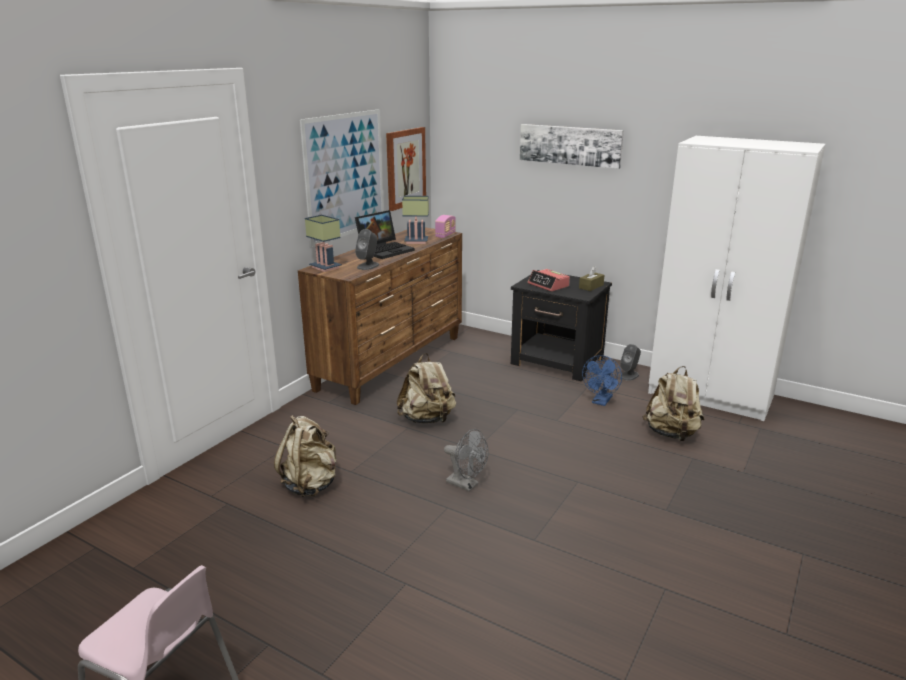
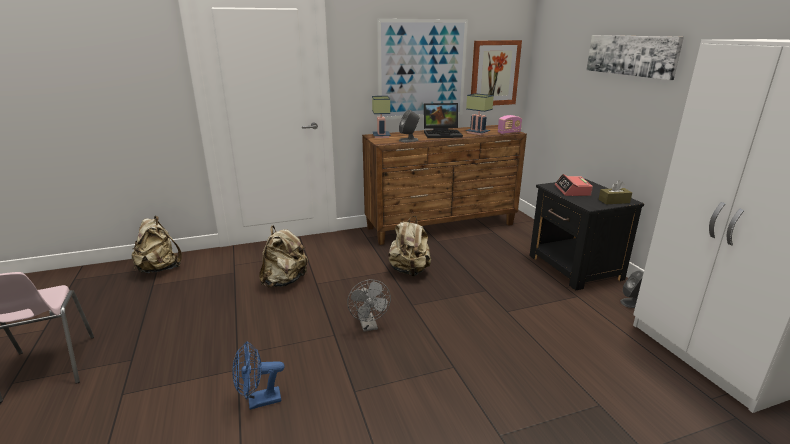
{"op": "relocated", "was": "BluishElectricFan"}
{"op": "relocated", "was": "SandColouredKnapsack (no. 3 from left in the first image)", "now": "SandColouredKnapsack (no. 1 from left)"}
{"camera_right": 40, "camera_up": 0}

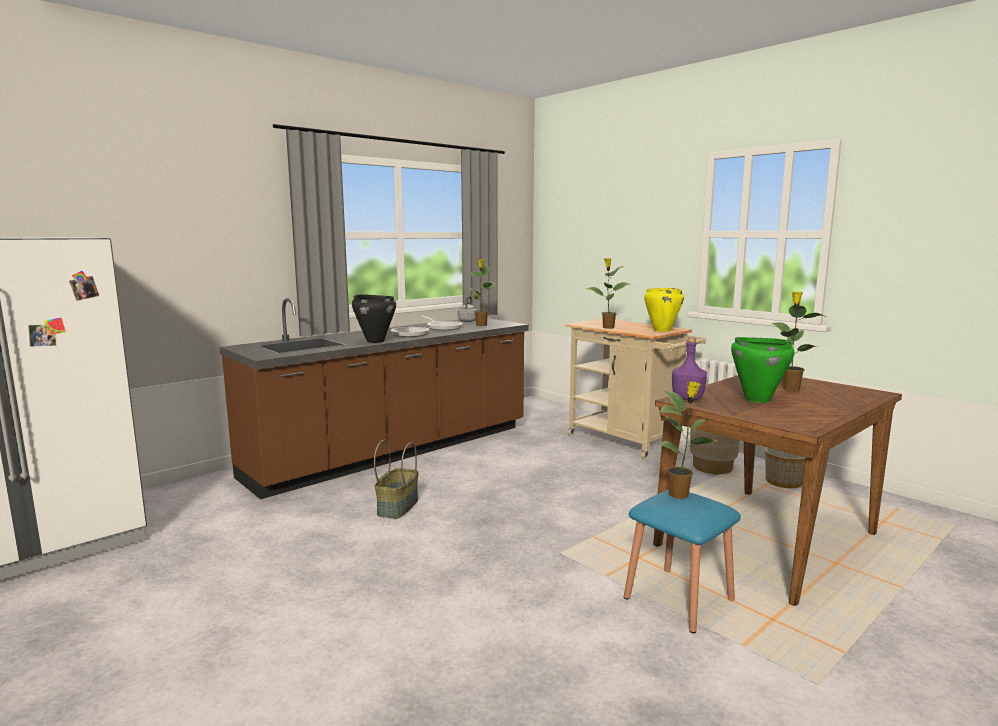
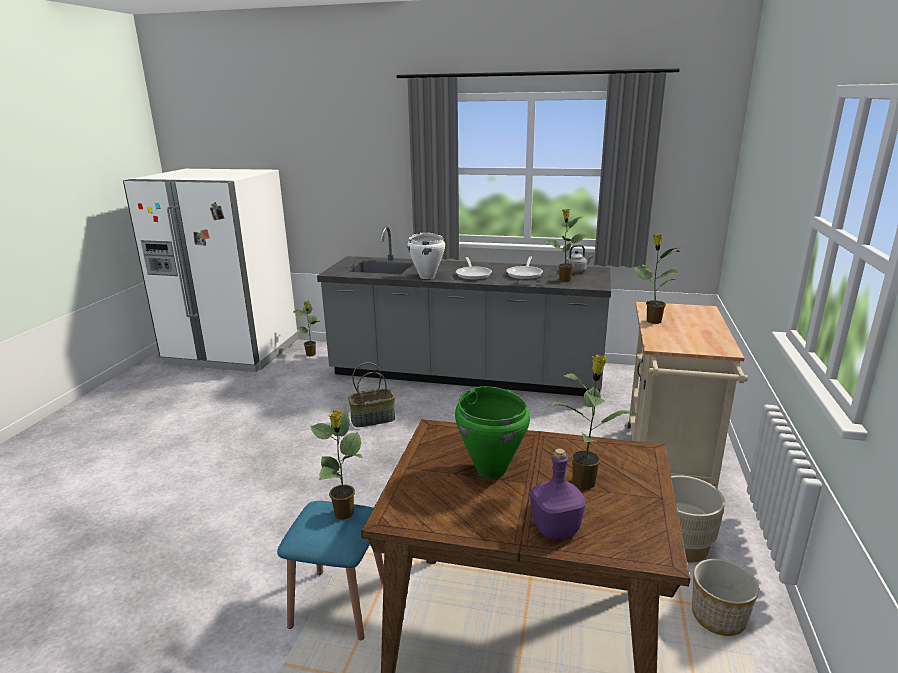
{"op": "colour", "was": "BrownKitchenBaseUnit", "now": "GrayKitchenBaseUnit"}
{"op": "colour", "was": "BlackColouredCookingPot", "now": "WhiteColouredCookingPot"}
{"op": "missing", "was": "YellowColouredCookingPot"}
{"op": "relocated", "was": "PurpleBottle"}
{"op": "appeared", "now": "PottedPlant (no. 1 from left)"}
{"camera_right": 55, "camera_up": 10}

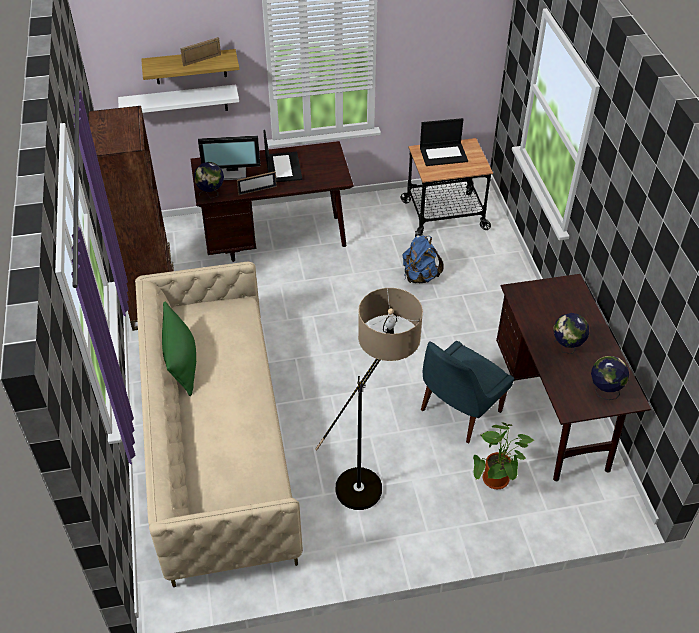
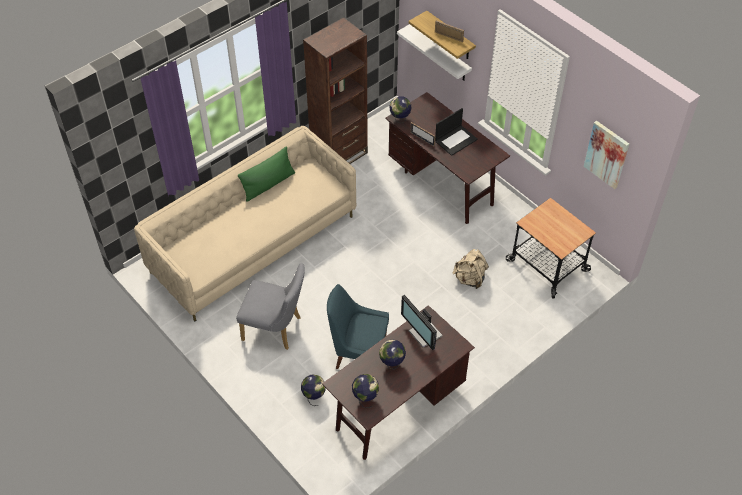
{"op": "relocated", "was": "ComputerScreen"}
{"op": "exchanged", "was": "StandingLamp", "now": "GrayPlainChair"}
{"op": "colour", "was": "BluishKnapsack", "now": "SandColouredKnapsack"}
{"op": "missing", "was": "Laptop (no. 2 from left)"}
{"op": "exchanged", "was": "PottedPlant", "now": "DeskGlobe (no. 1 from left)"}
{"op": "appeared", "now": "WallArt"}
{"camera_right": 60, "camera_up": 5}

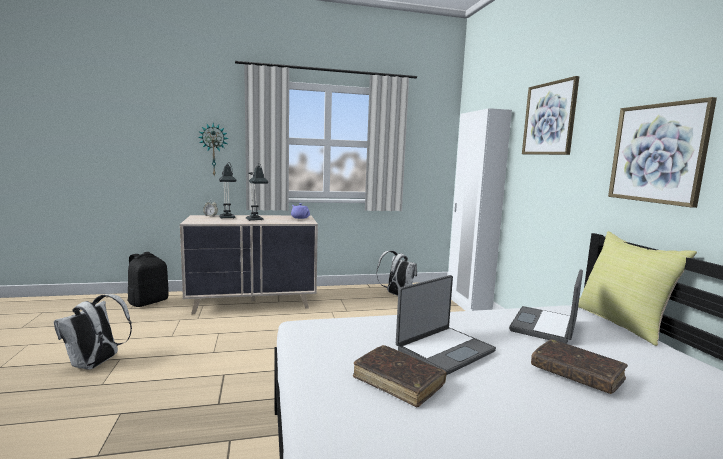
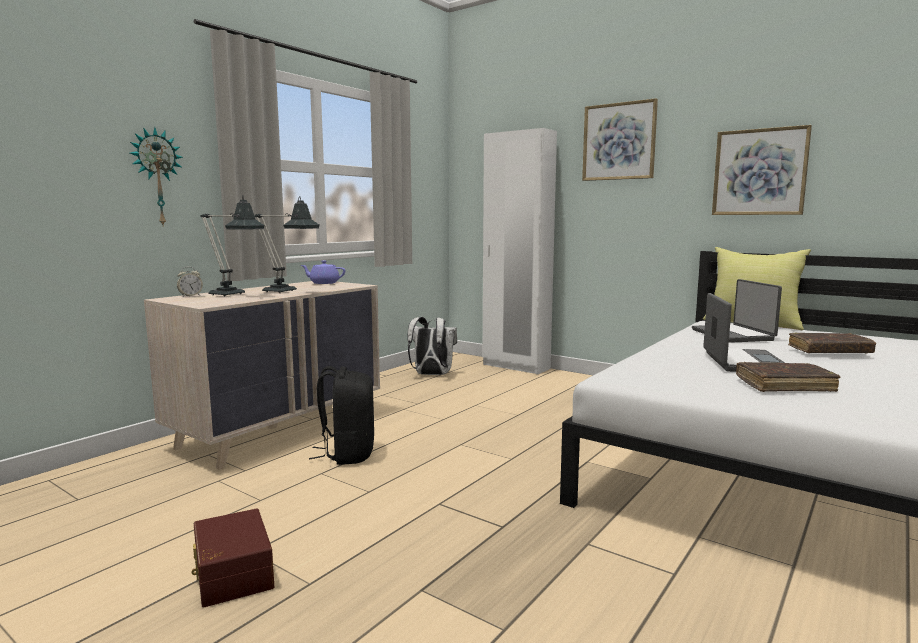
{"op": "exchanged", "was": "WhiteColouredKnapsack (no. 1 from left)", "now": "BrownStorageBin"}
{"op": "relocated", "was": "BlackColouredKnapsack"}
{"camera_right": -40, "camera_up": 0}

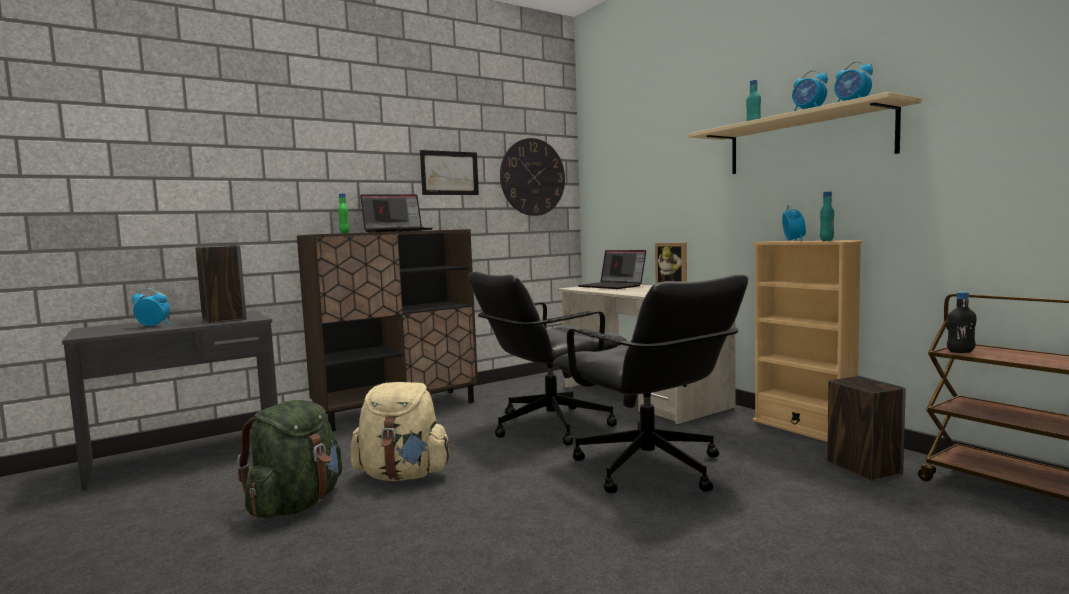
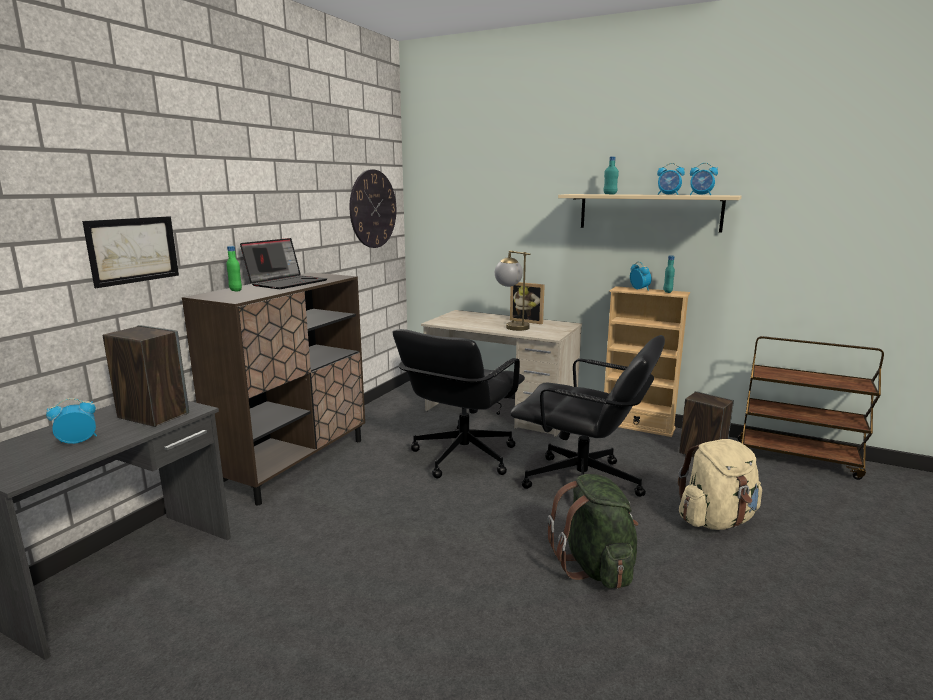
{"op": "relocated", "was": "GreenishKnapsack"}
{"op": "relocated", "was": "SandColouredKnapsack"}
{"op": "relocated", "was": "WallArt"}
{"op": "missing", "was": "Laptop (no. 2 from left)"}
{"op": "missing", "was": "BlackColouredBottle"}
{"op": "appeared", "now": "TableLamp"}
{"camera_right": -30, "camera_up": 10}

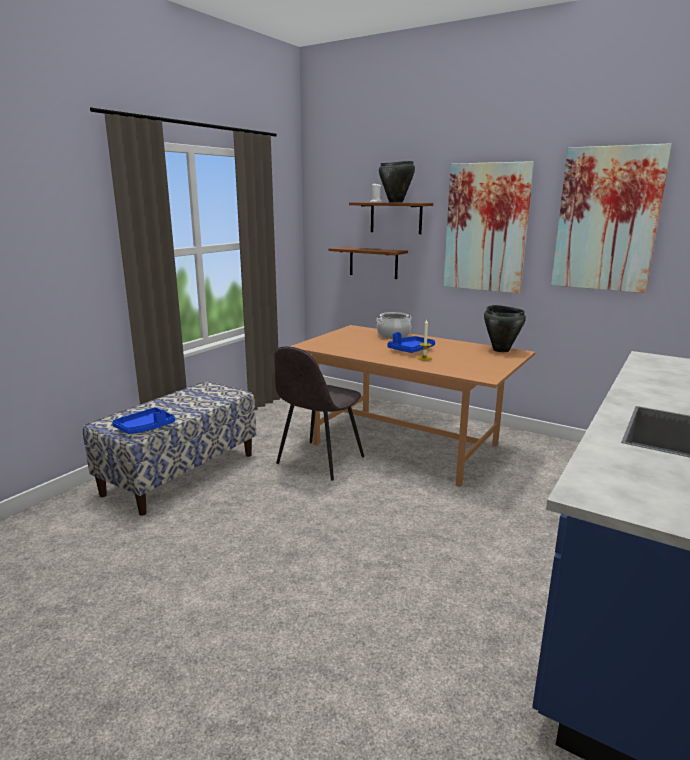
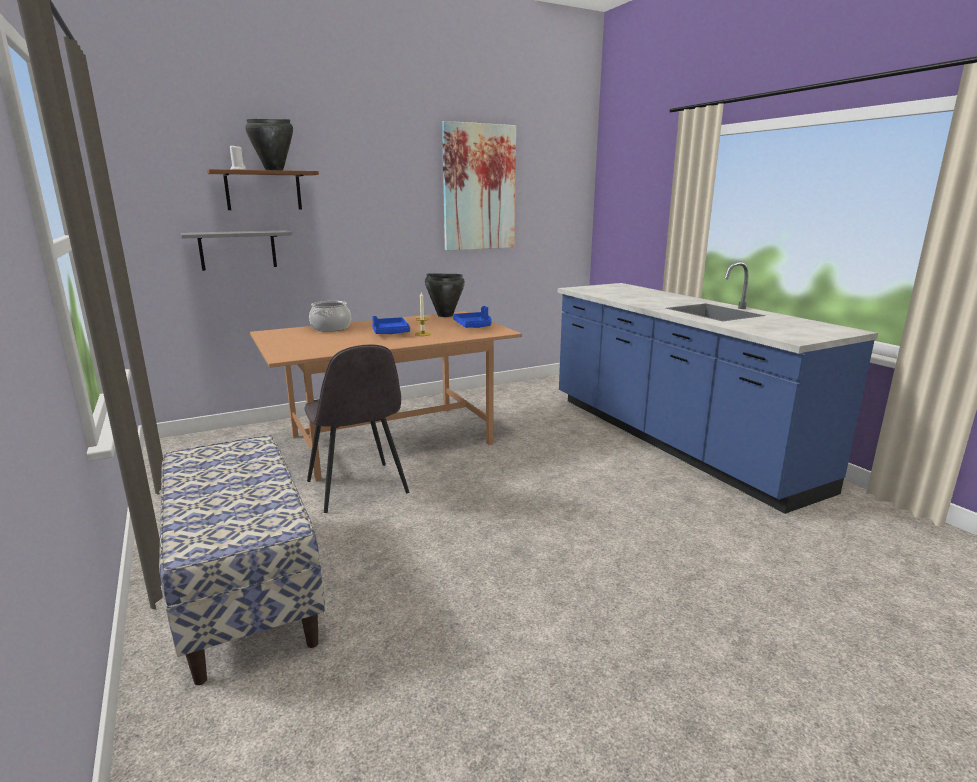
{"op": "relocated", "was": "BluishServingTray (no. 1 from left in the first image)", "now": "BluishServingTray (no. 2 from left)"}
{"op": "colour", "was": "BrownBracketShelf (no. 1 from left)", "now": "GrayBracketShelf"}
{"op": "missing", "was": "WallArt (no. 1 from left)"}
{"camera_right": -60, "camera_up": 0}

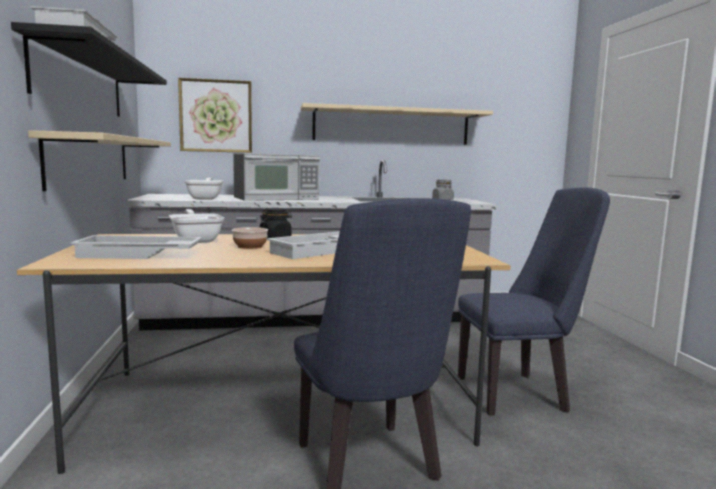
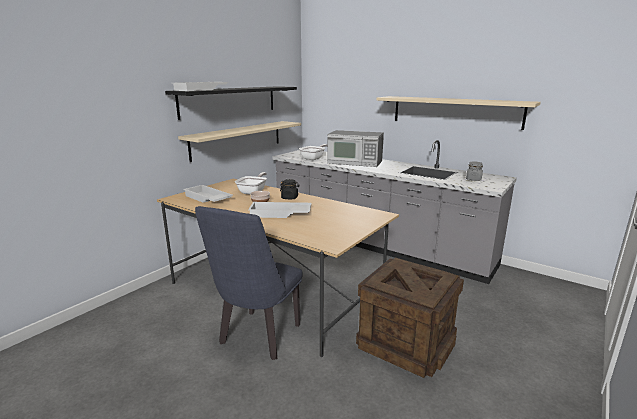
{"op": "missing", "was": "WallArt"}
{"op": "exchanged", "was": "BluishPlainChair (no. 2 from left)", "now": "Crate"}
{"camera_right": 45, "camera_up": 10}

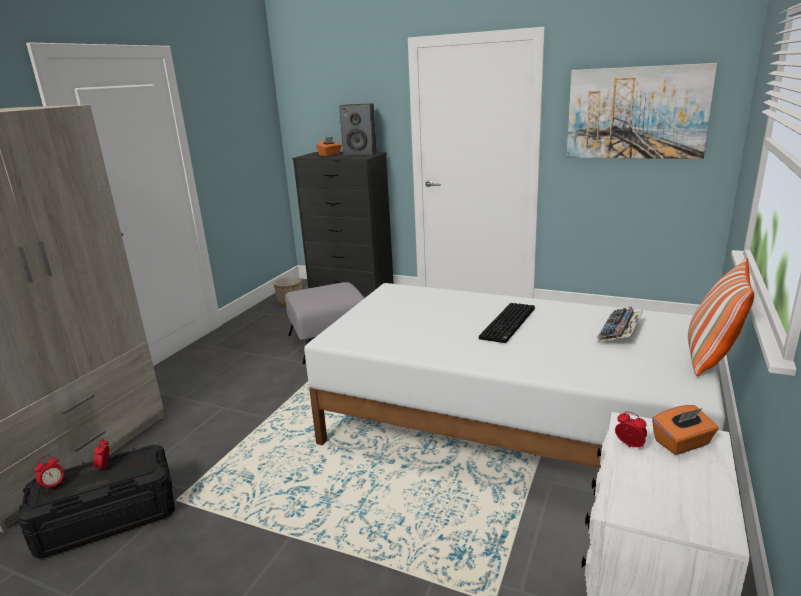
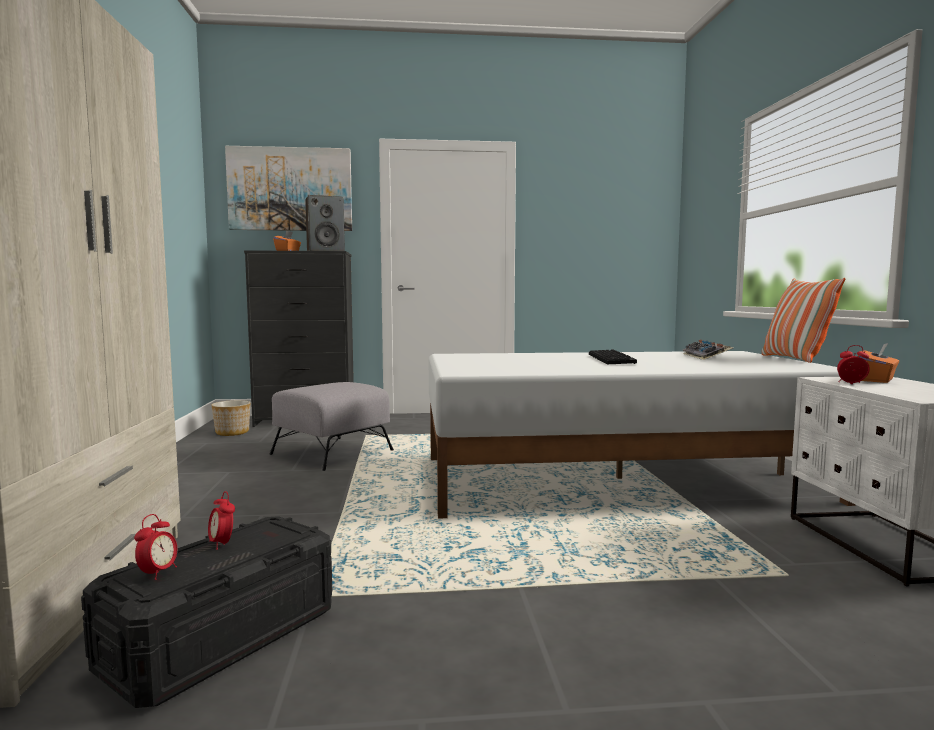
{"op": "relocated", "was": "WallArt"}
{"camera_right": -30, "camera_up": -15}

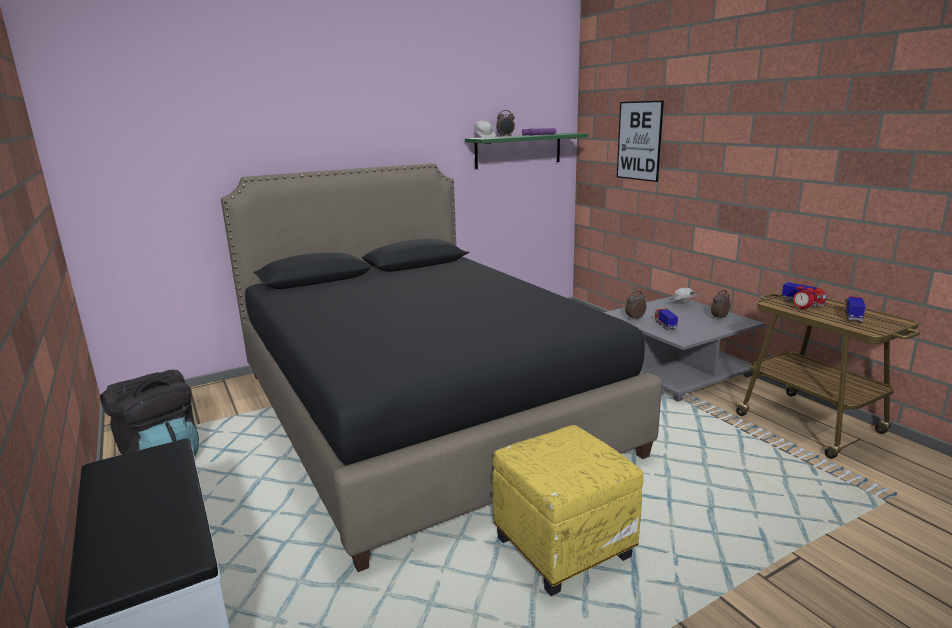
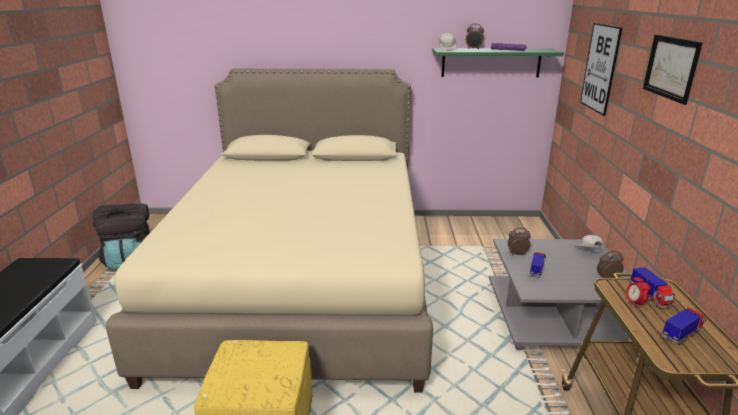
{"op": "colour", "was": "BlackColouredBed", "now": "SandColouredBed"}
{"op": "appeared", "now": "WallArt (no. 2 from left)"}
{"camera_right": 30, "camera_up": 5}

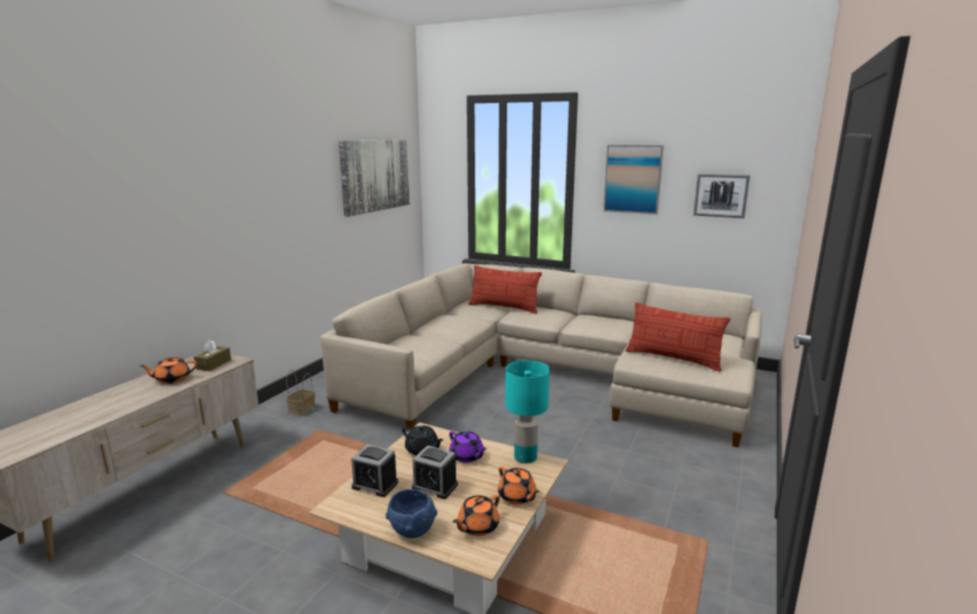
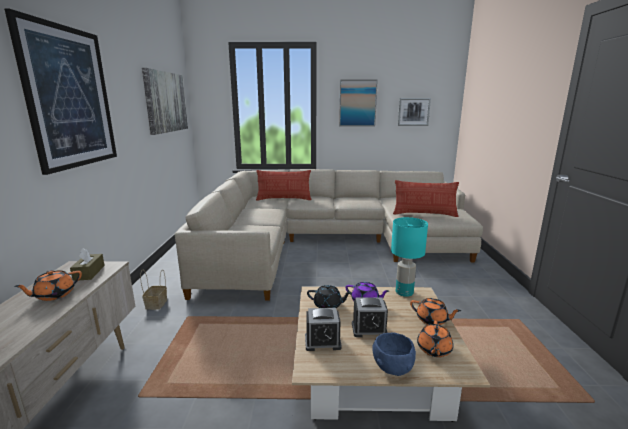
{"op": "appeared", "now": "WallArt (no. 1 from left)"}
{"camera_right": -25, "camera_up": 0}

